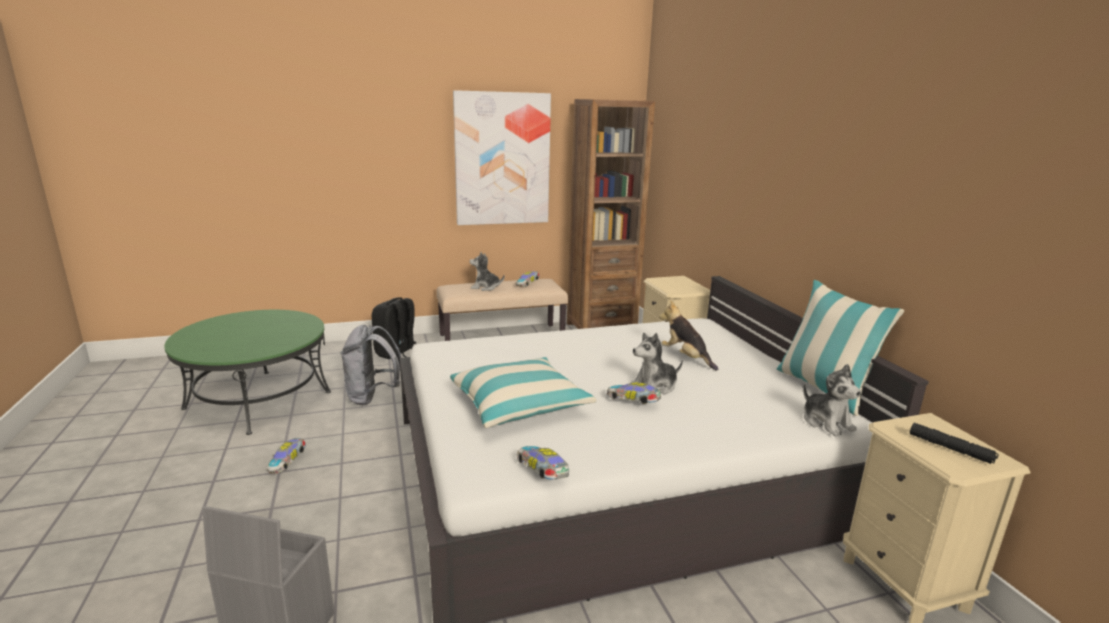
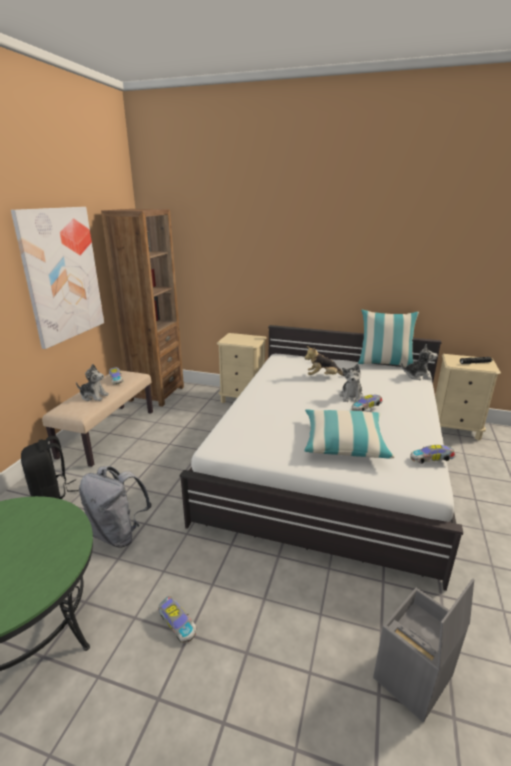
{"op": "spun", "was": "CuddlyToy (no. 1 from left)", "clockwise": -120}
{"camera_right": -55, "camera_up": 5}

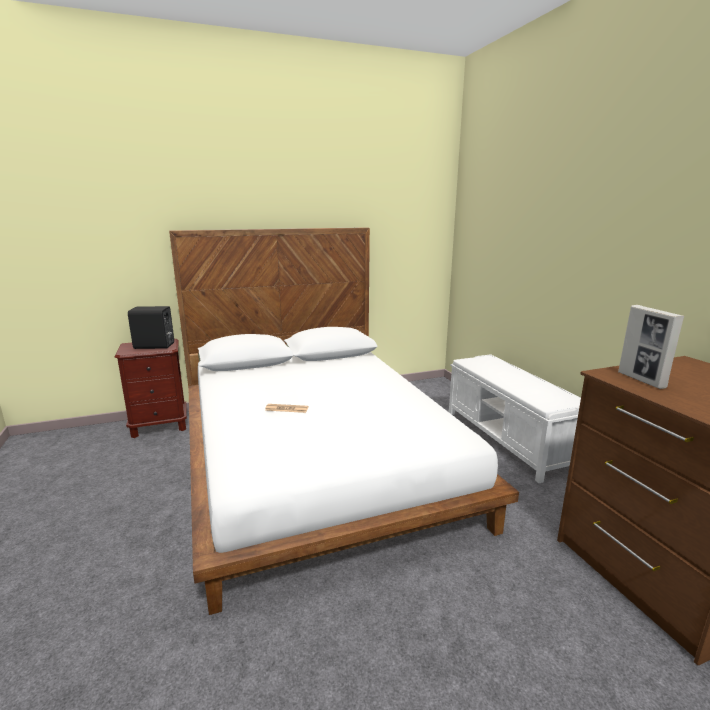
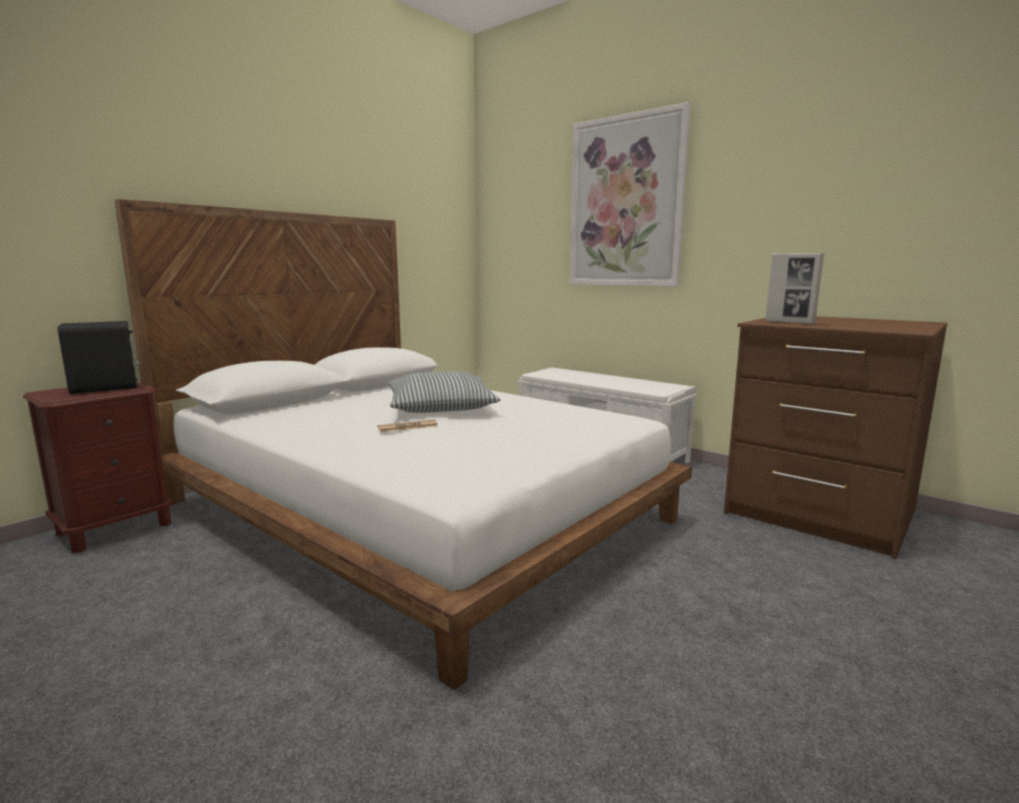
{"op": "appeared", "now": "Cushion"}
{"op": "appeared", "now": "WallArt"}
{"camera_right": -30, "camera_up": -5}

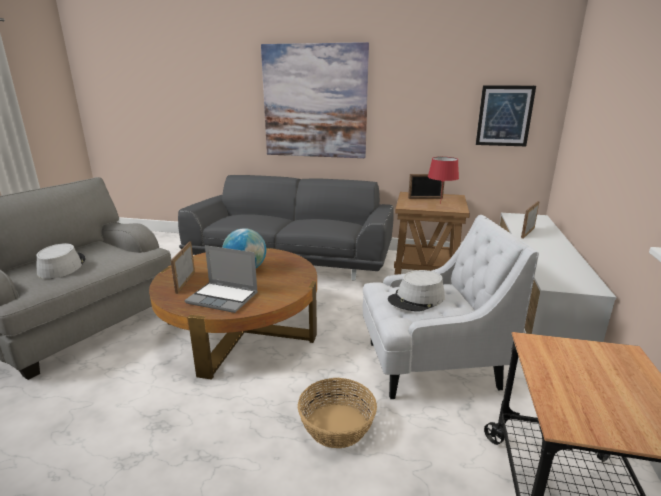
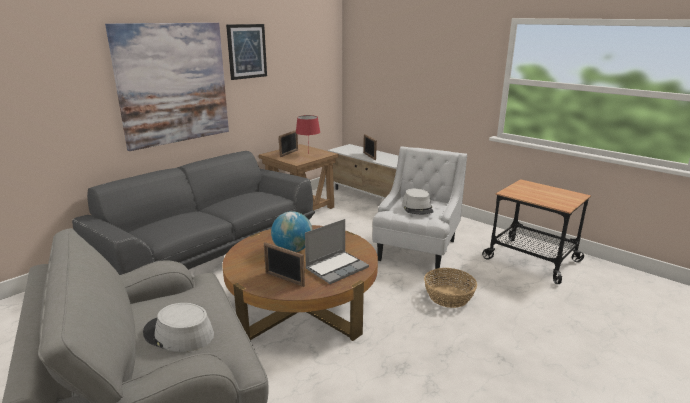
{"op": "relocated", "was": "WallArt (no. 2 from left)"}
{"camera_right": -60, "camera_up": 0}

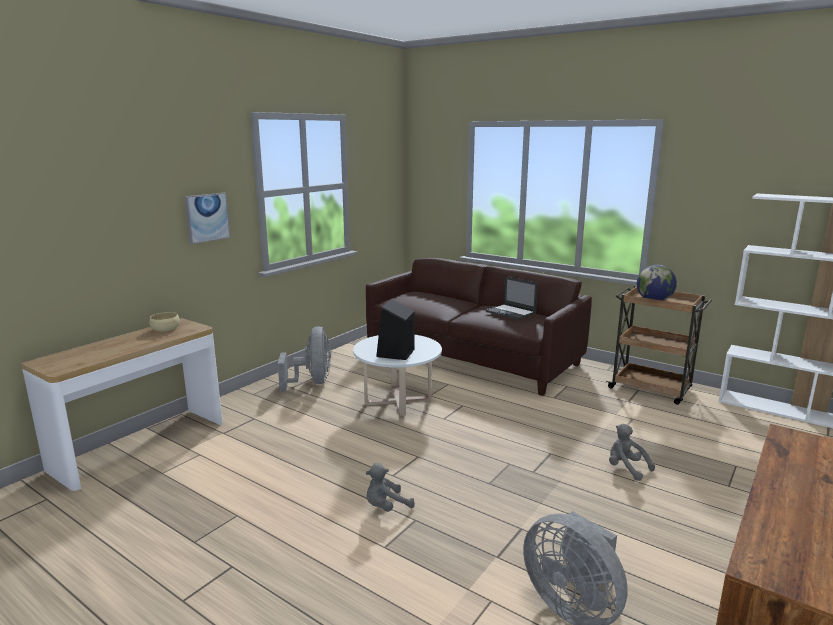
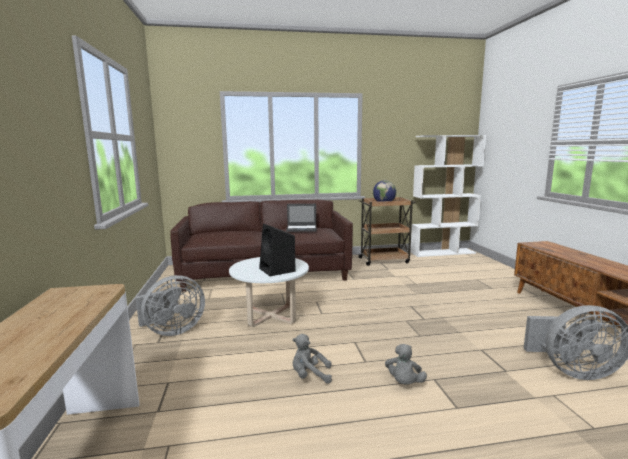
{"op": "missing", "was": "SandColouredBowl"}
{"op": "missing", "was": "WallArt"}
{"op": "spun", "was": "GrayElectricFan (no. 1 from left)", "clockwise": 105}
{"op": "relocated", "was": "GrayCuddlyToy (no. 2 from left in the first image)", "now": "GrayCuddlyToy (no. 1 from left)"}
{"camera_right": -45, "camera_up": -5}

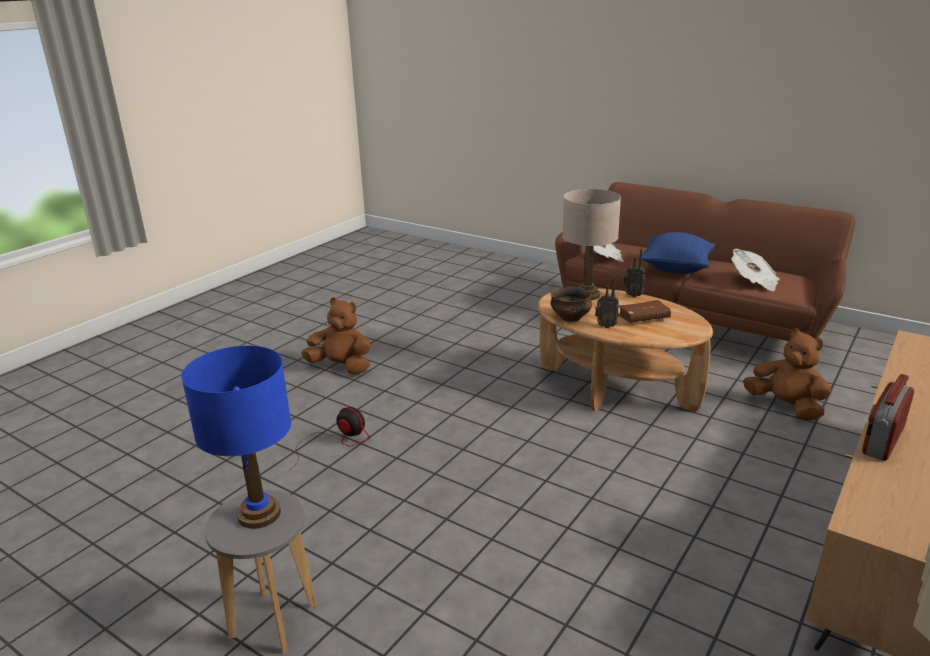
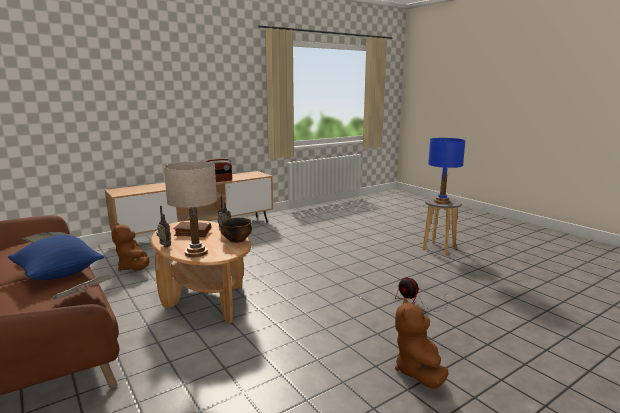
{"op": "spun", "was": "BrownCuddlyToy (no. 1 from left in the first image)", "clockwise": 60}
{"camera_right": -160, "camera_up": -10}

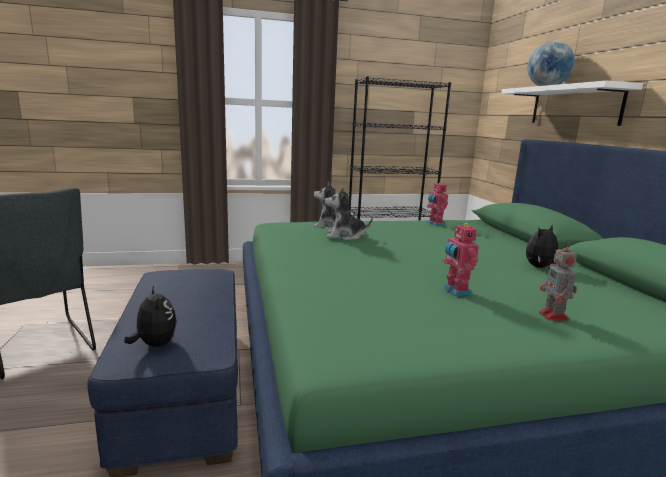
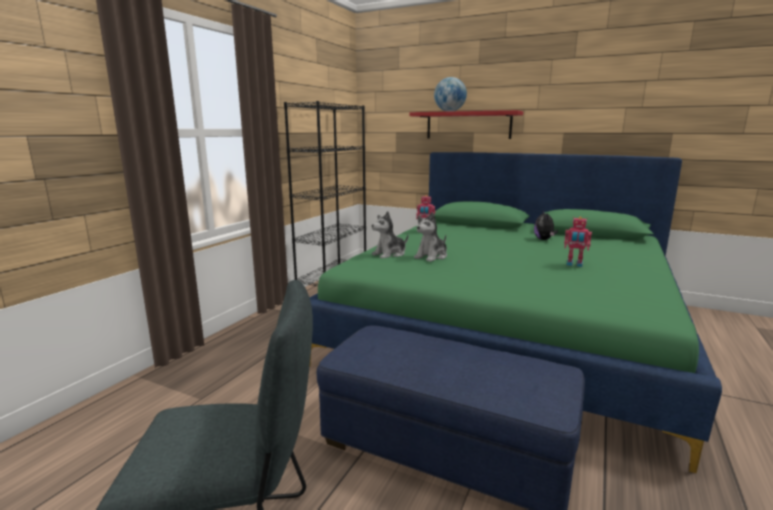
{"op": "missing", "was": "CuddlyToy (no. 1 from left)"}
{"op": "colour", "was": "WhiteColouredBracketShelf", "now": "ReddishBracketShelf"}
{"op": "missing", "was": "ToyRobot (no. 3 from left)"}
{"camera_right": -50, "camera_up": 0}

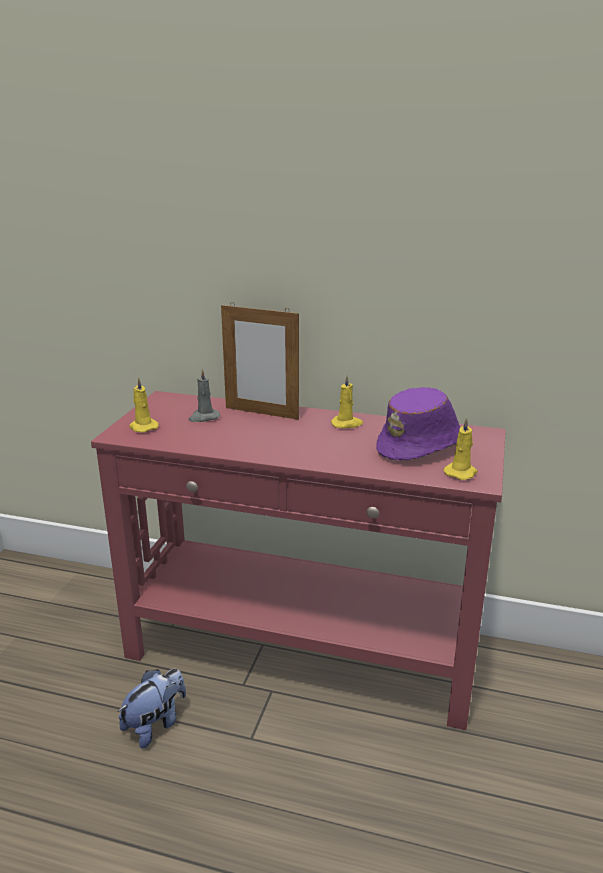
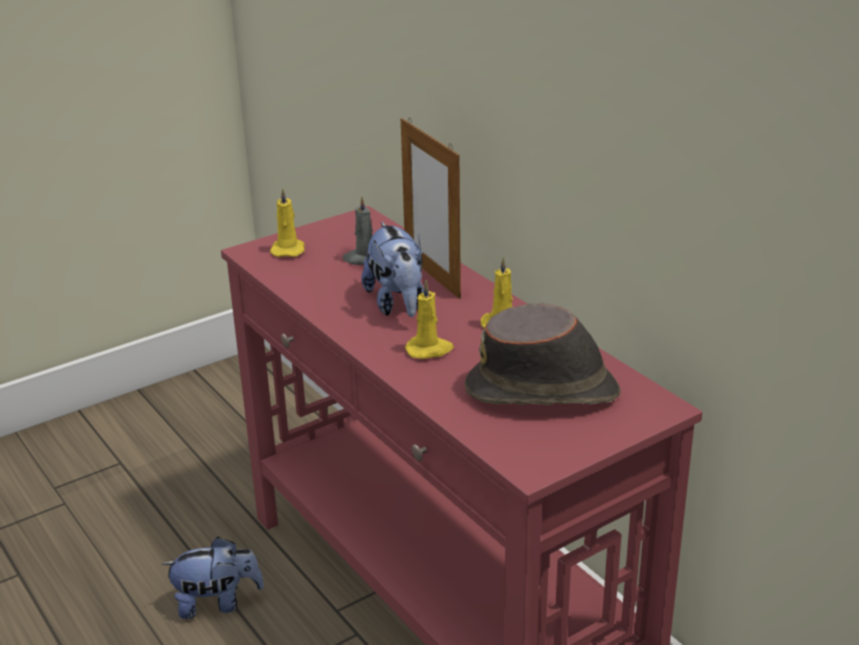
{"op": "colour", "was": "PurpleClothingHat", "now": "BrownClothingHat"}
{"op": "relocated", "was": "YellowColouredWaxCandle (no. 3 from left in the first image)", "now": "YellowColouredWaxCandle (no. 2 from left)"}
{"op": "appeared", "now": "CuddlyToy (no. 2 from left)"}
{"camera_right": 40, "camera_up": 5}

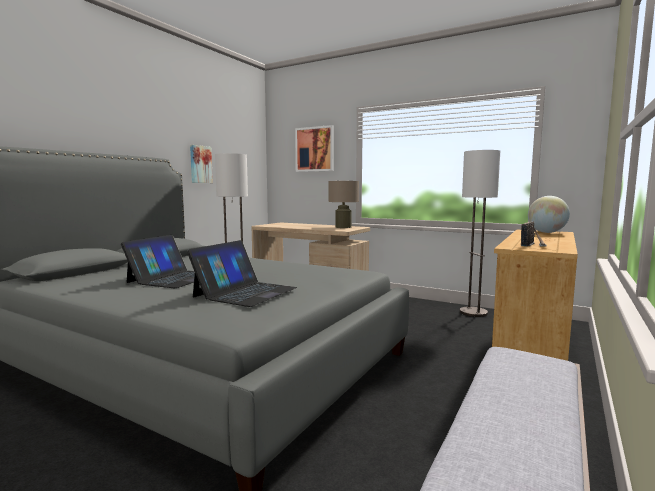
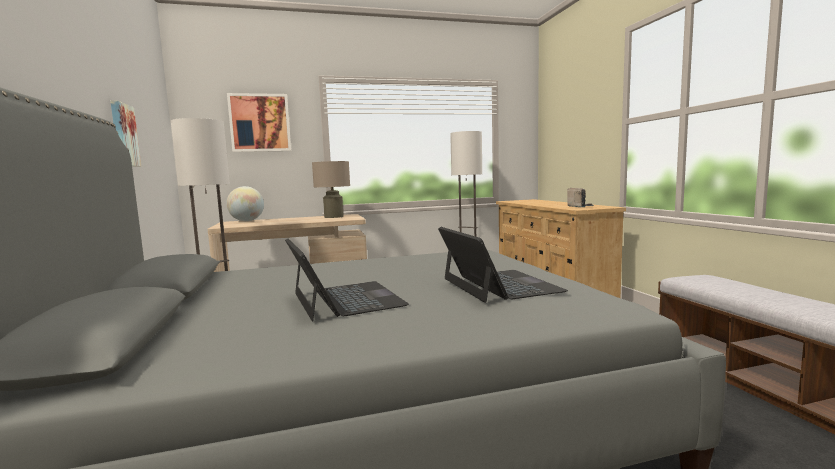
{"op": "relocated", "was": "DeskGlobe"}
{"camera_right": -45, "camera_up": 0}

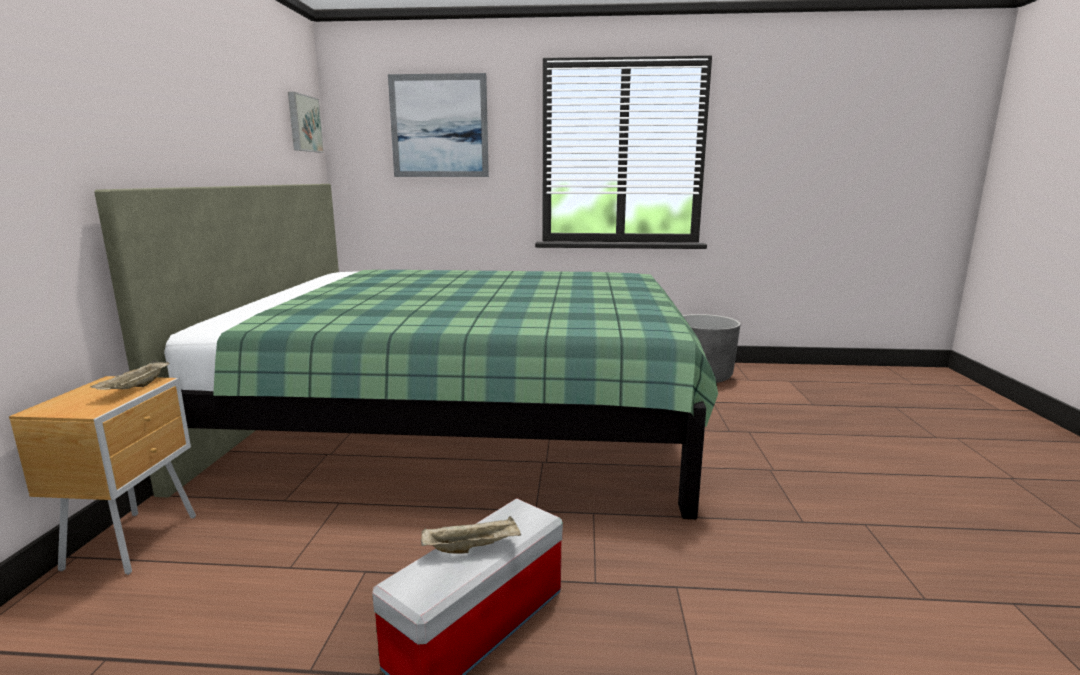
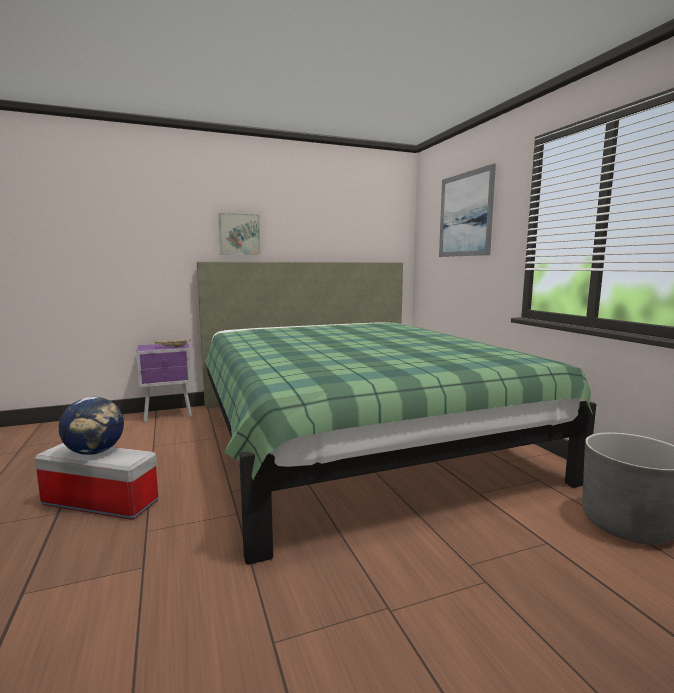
{"op": "colour", "was": "BrownNightTable", "now": "PurpleNightTable"}
{"op": "relocated", "was": "WallArt (no. 1 from left)"}
{"op": "exchanged", "was": "SandColouredServingTray (no. 2 from left)", "now": "DeskGlobe"}
{"camera_right": 65, "camera_up": -5}

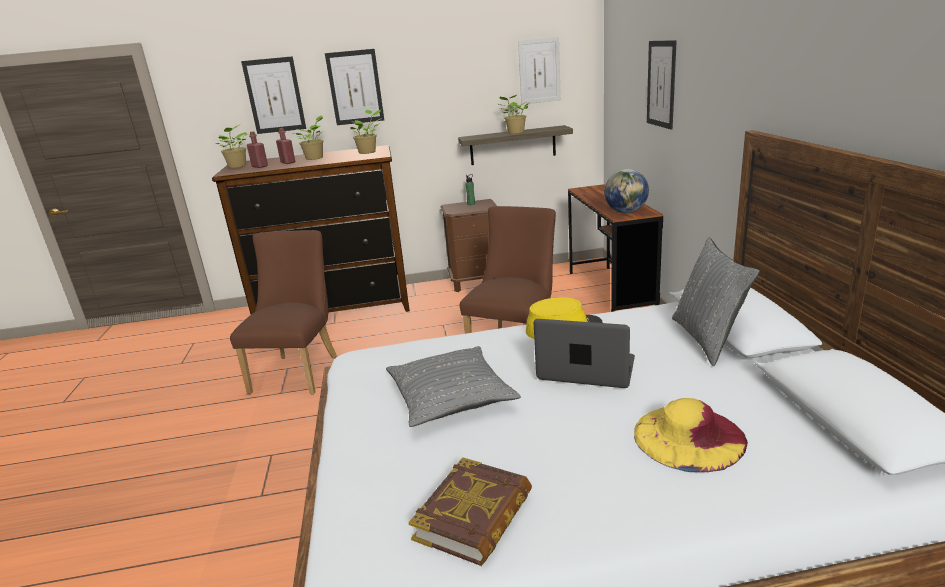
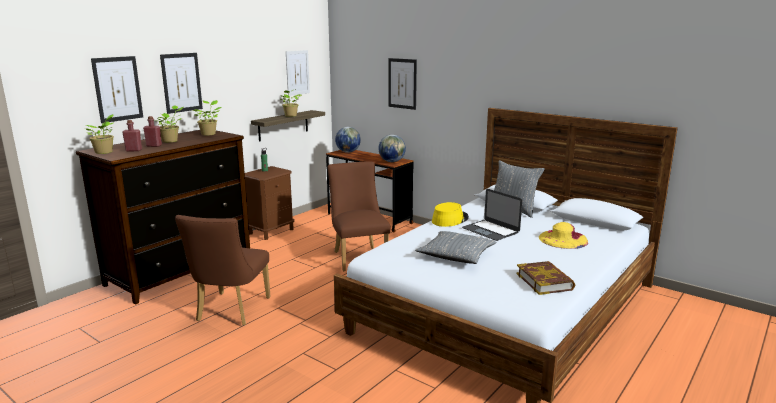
{"op": "spun", "was": "BrownPlainChair (no. 1 from left)", "clockwise": -135}
{"op": "spun", "was": "Laptop", "clockwise": -105}
{"op": "appeared", "now": "DeskGlobe (no. 1 from left)"}
{"camera_right": -45, "camera_up": -5}

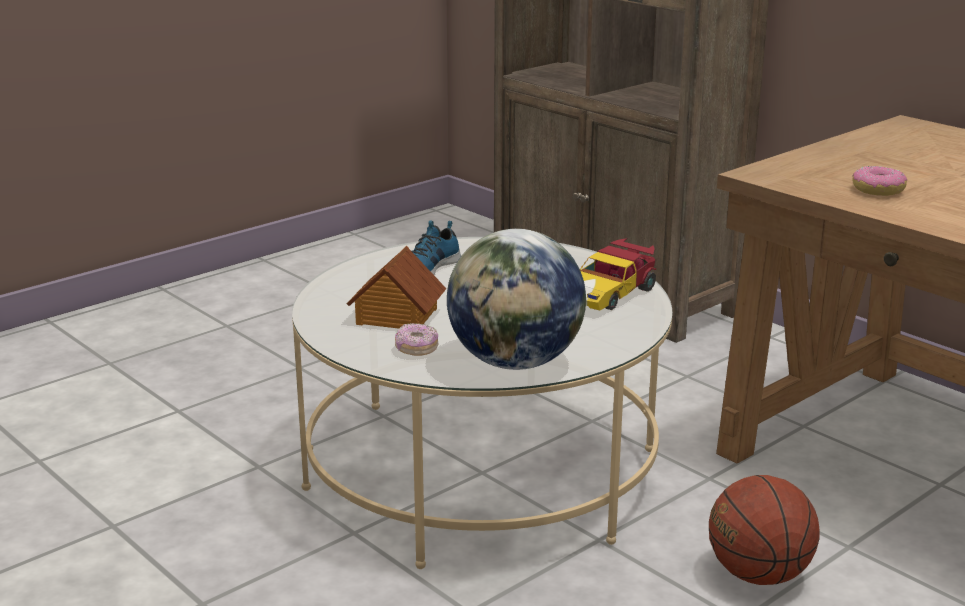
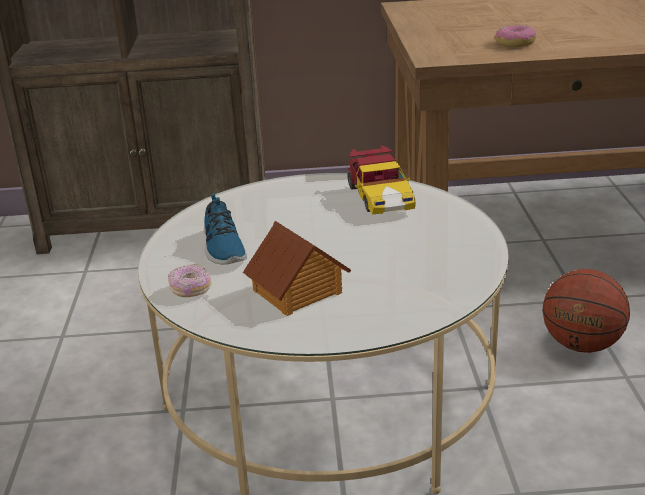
{"op": "relocated", "was": "Doughnut (no. 1 from left)"}
{"op": "missing", "was": "DeskGlobe"}
{"camera_right": -50, "camera_up": 5}

